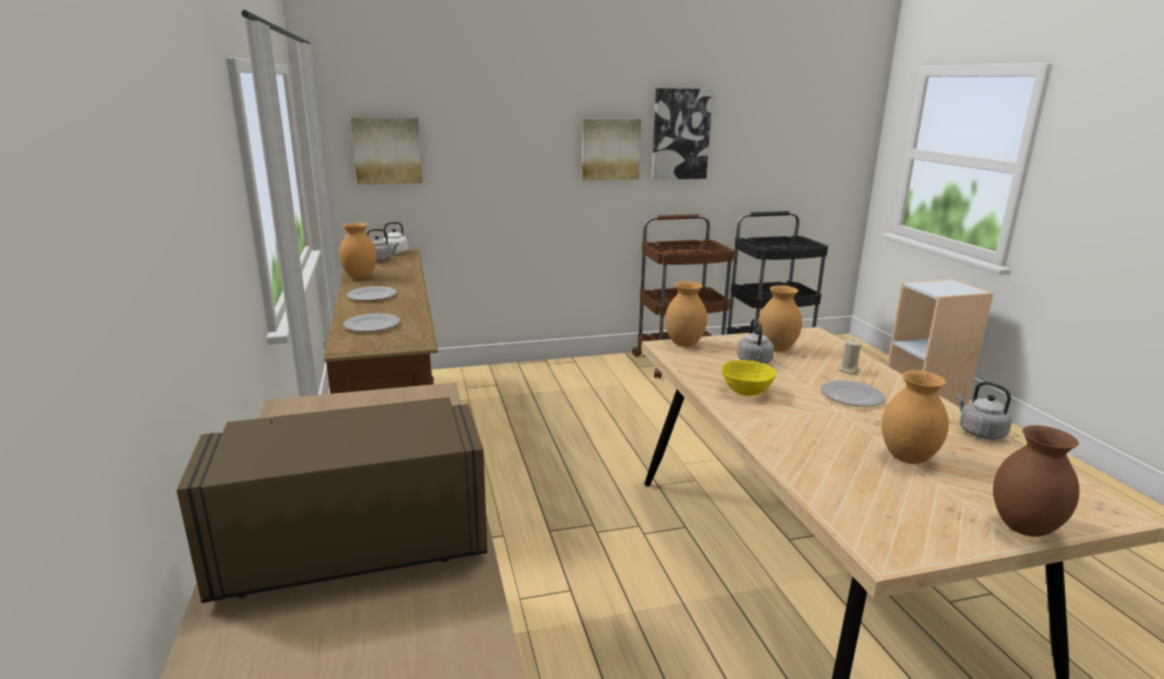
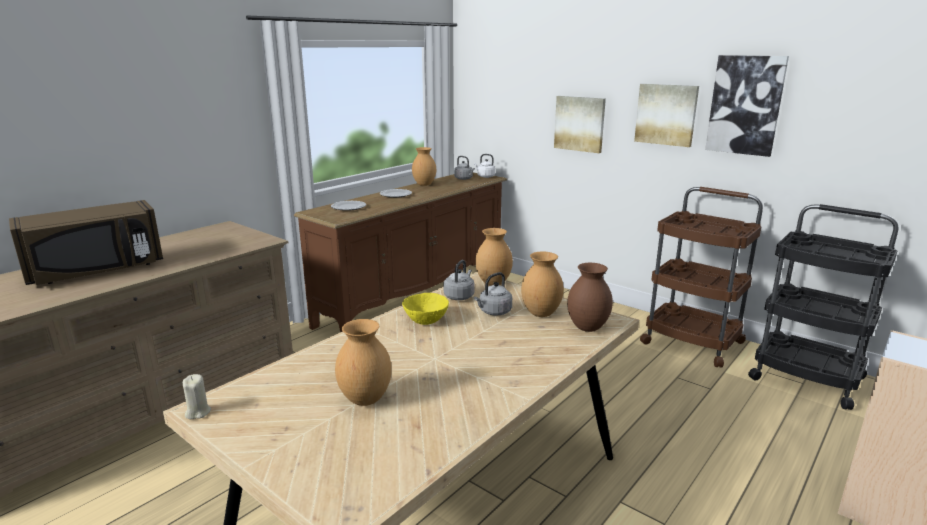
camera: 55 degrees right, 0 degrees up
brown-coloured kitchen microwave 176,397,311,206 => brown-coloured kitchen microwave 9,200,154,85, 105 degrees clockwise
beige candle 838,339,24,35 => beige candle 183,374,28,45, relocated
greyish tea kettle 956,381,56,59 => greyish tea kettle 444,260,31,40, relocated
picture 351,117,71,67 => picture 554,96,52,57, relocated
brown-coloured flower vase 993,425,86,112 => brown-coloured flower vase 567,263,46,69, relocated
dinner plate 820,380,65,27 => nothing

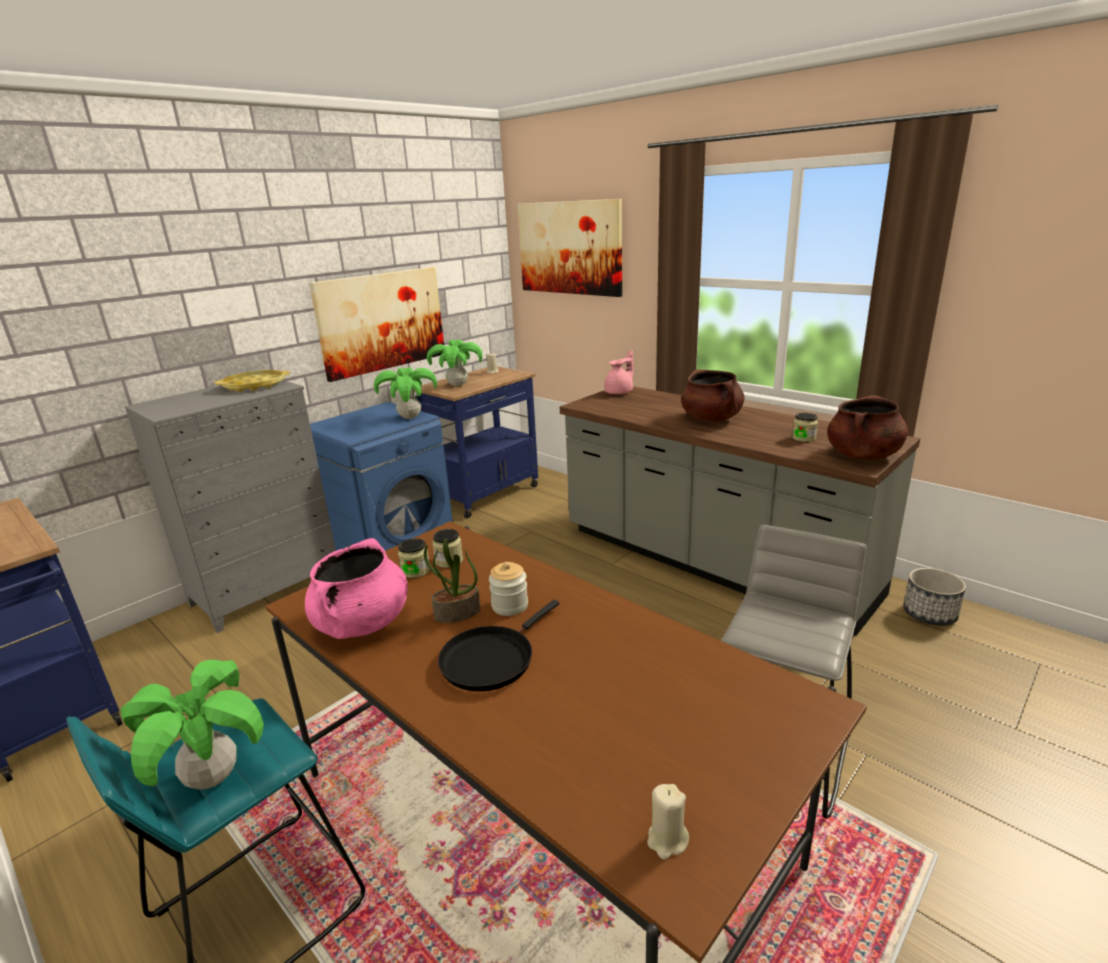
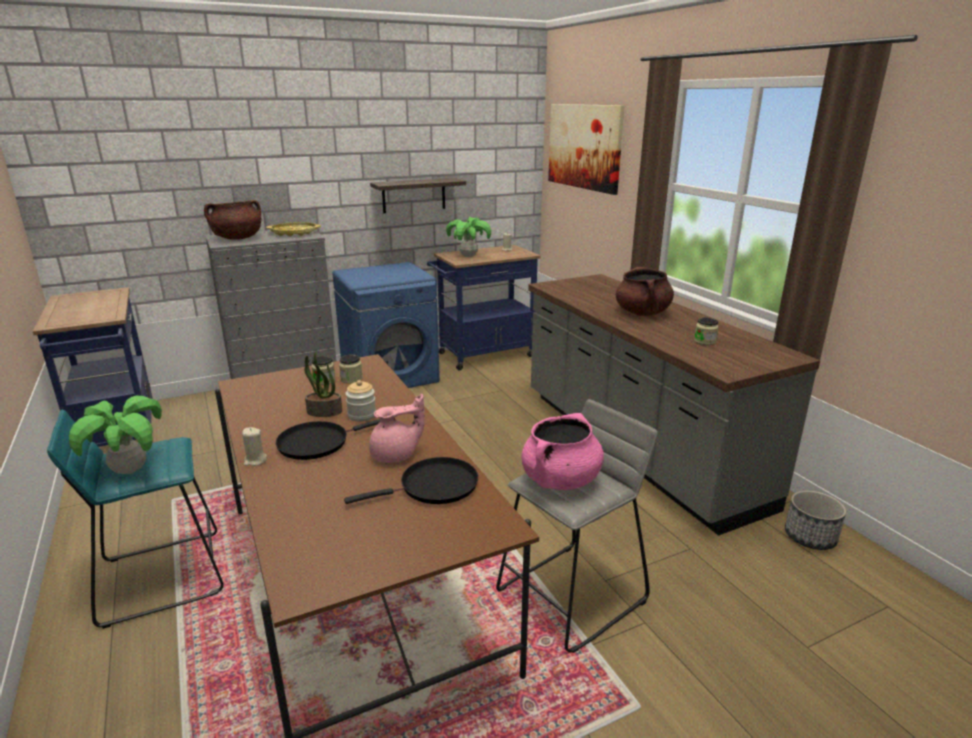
camera: 20 degrees right, 0 degrees up
brown-coloured stockpot 827,396,81,64 => brown-coloured stockpot 204,200,57,40, relocated
beige candle 647,784,42,76 => beige candle 242,427,25,39, relocated
nothing => blackish frying pan 344,457,134,47
pinkish teapot 604,350,29,44 => pinkish teapot 369,394,56,69, relocated
picture 309,267,135,115 => bracket shelf 370,178,96,35
pinkish stockpot 305,538,103,101 => pinkish stockpot 521,413,83,77, relocated
houseplant 374,367,63,52 => nothing

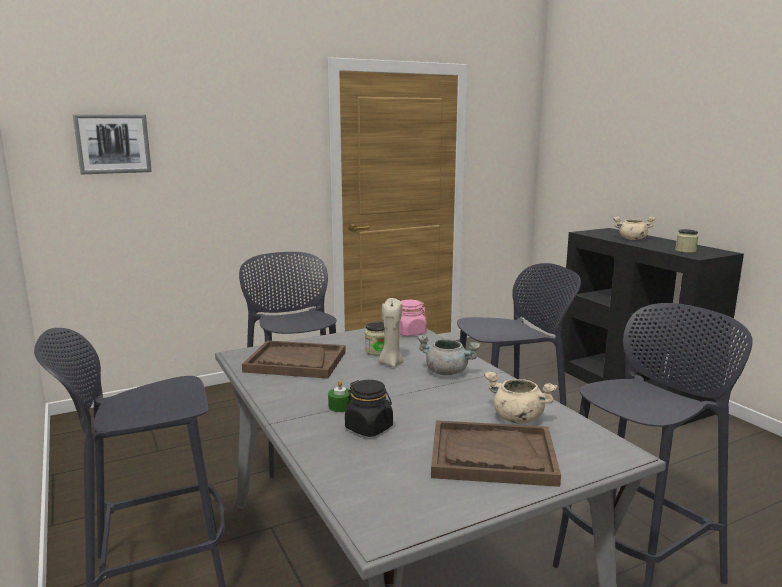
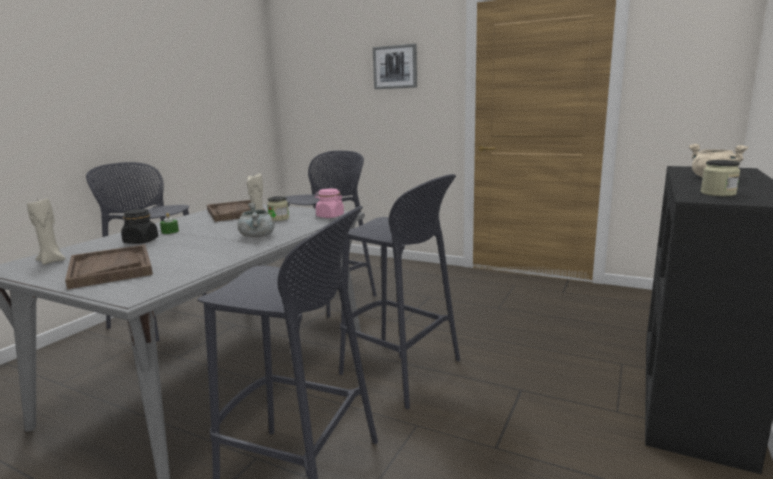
camera: 55 degrees right, 0 degrees up
nothing => beige candle 27,198,39,67
picture 73,114,79,60 => picture 373,44,44,45, relocated
beige stockpot 484,371,73,53 => nothing

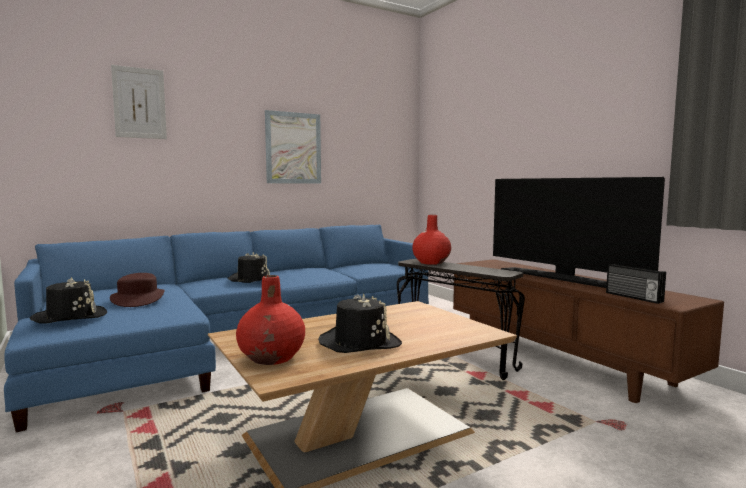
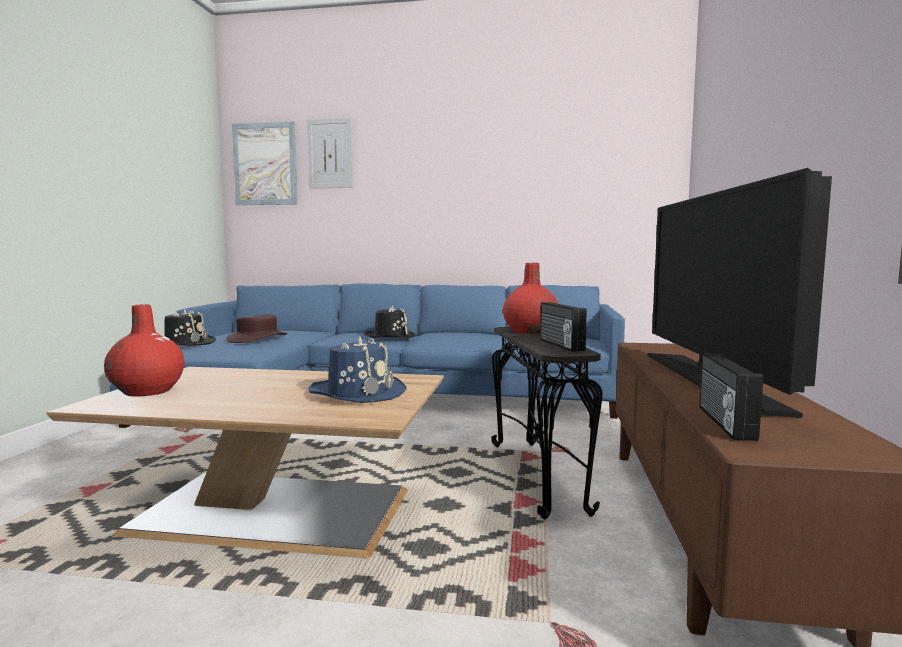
camera: 40 degrees right, 0 degrees up
picture 265,110,56,73 => picture 232,121,66,84, relocated
nothing => blue-coloured wearable hat 308,336,99,67
nothing => radio receiver 540,302,47,50
blackish wearable hat 318,294,84,59 => nothing

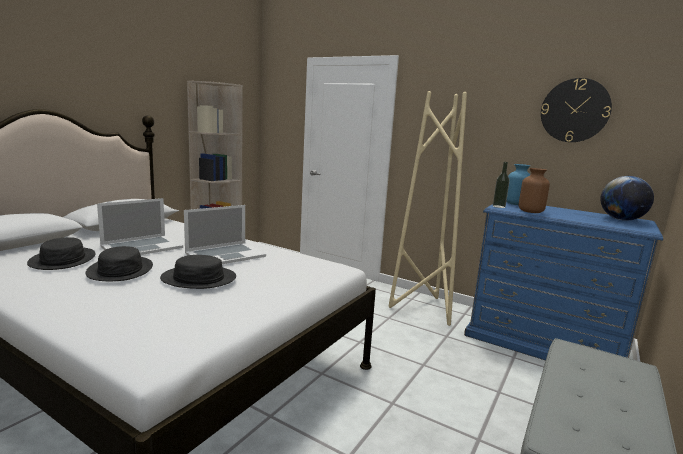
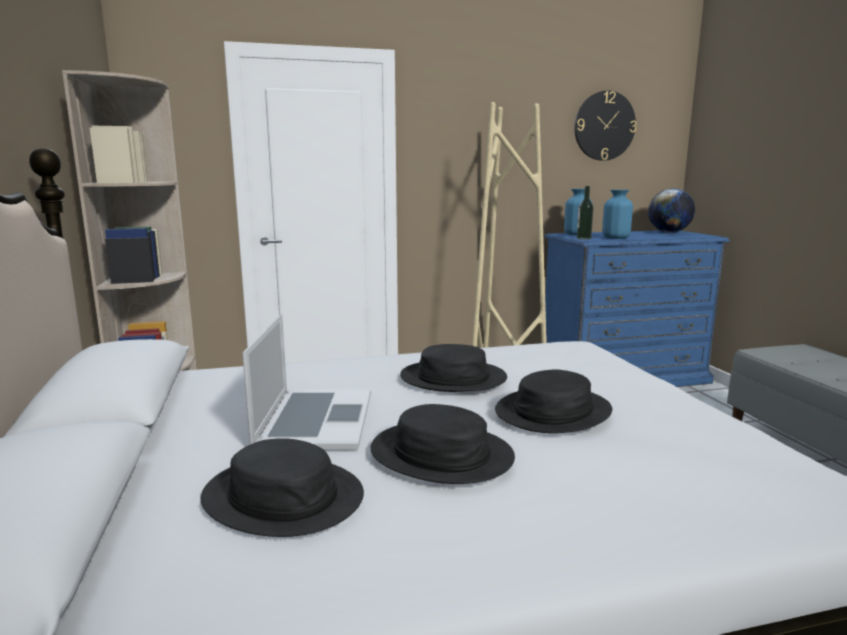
camera: 45 degrees left, 0 degrees up
notebook computer 184,205,82,59 => blackish wearable hat 400,344,107,48
brown-coloured flower vase 519,168,31,45 => blue-coloured flower vase 602,190,31,49

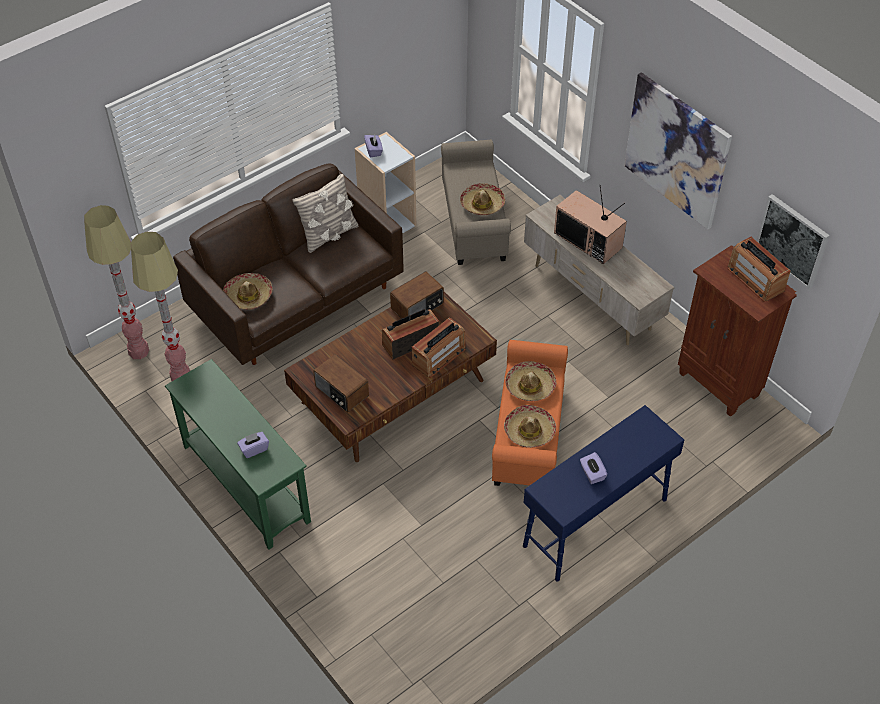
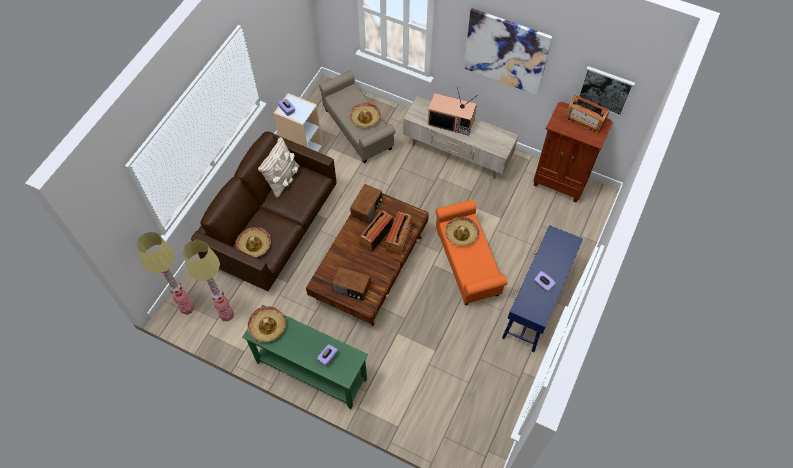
camera: 25 degrees left, 10 degrees up
wearable hat 504,405,52,43 => wearable hat 248,306,38,36, relocated

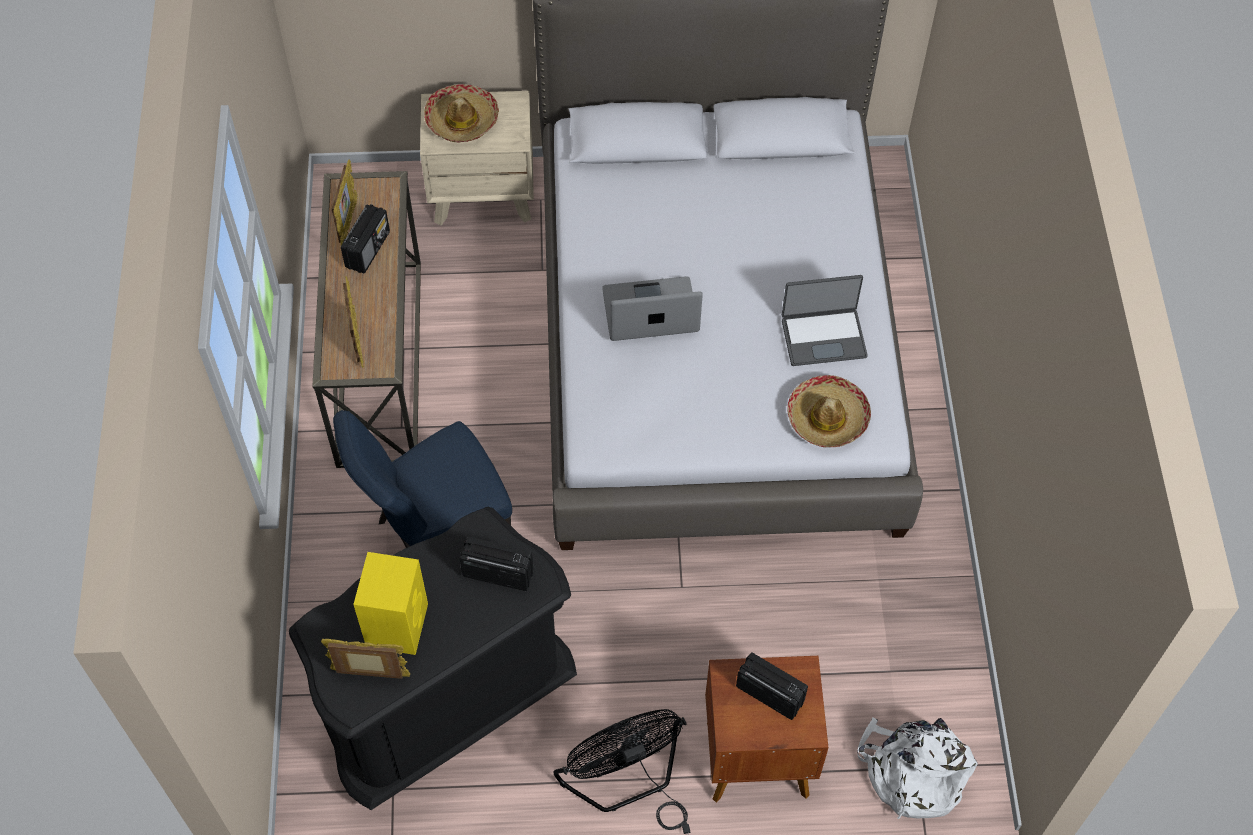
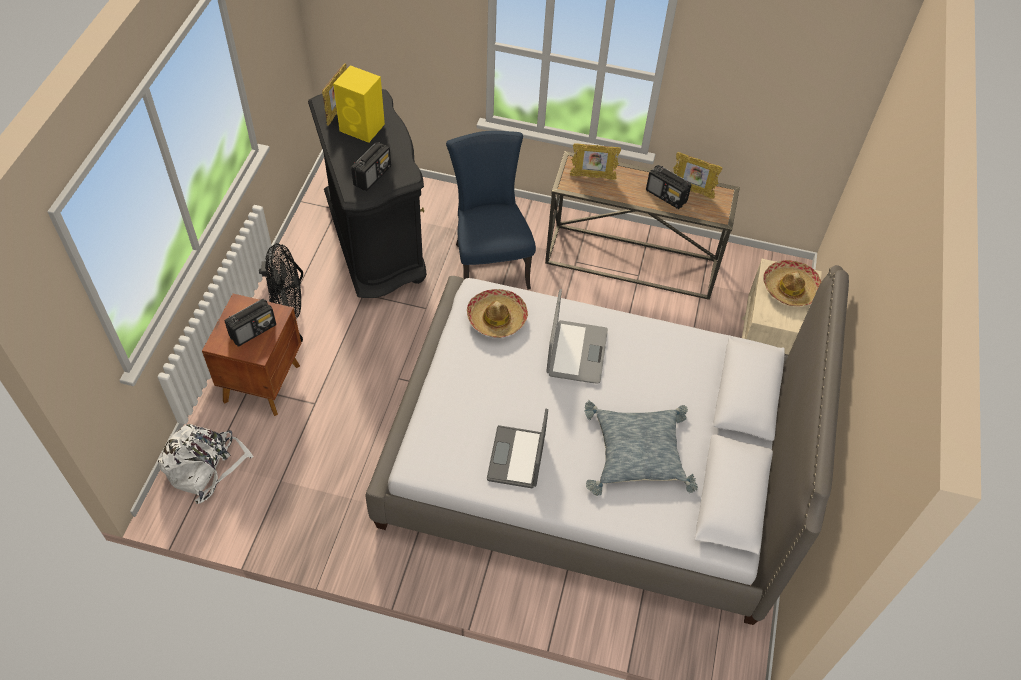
camera: 105 degrees right, 5 degrees down
wearable hat 787,375,84,73 => wearable hat 467,289,61,49, relocated
nothing => throw pillow 584,400,114,96

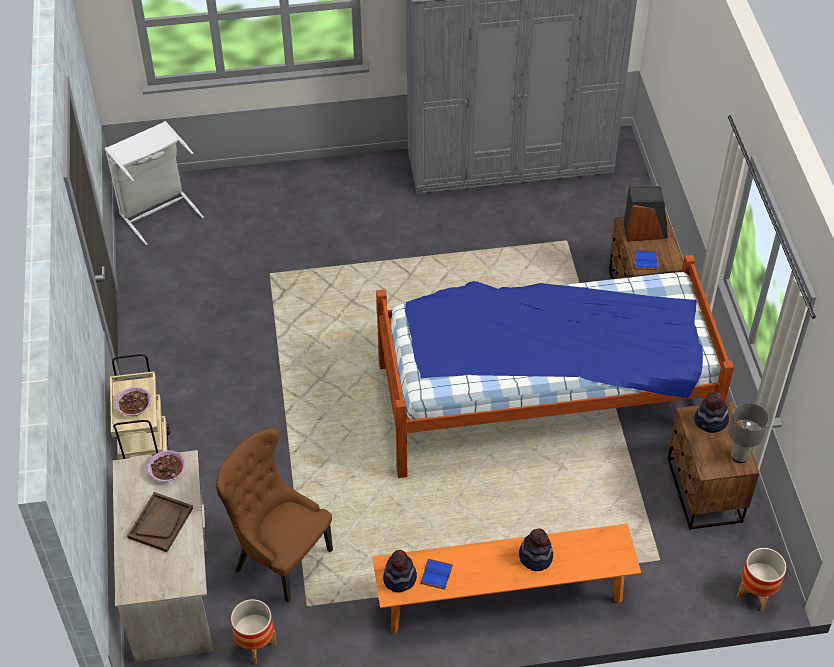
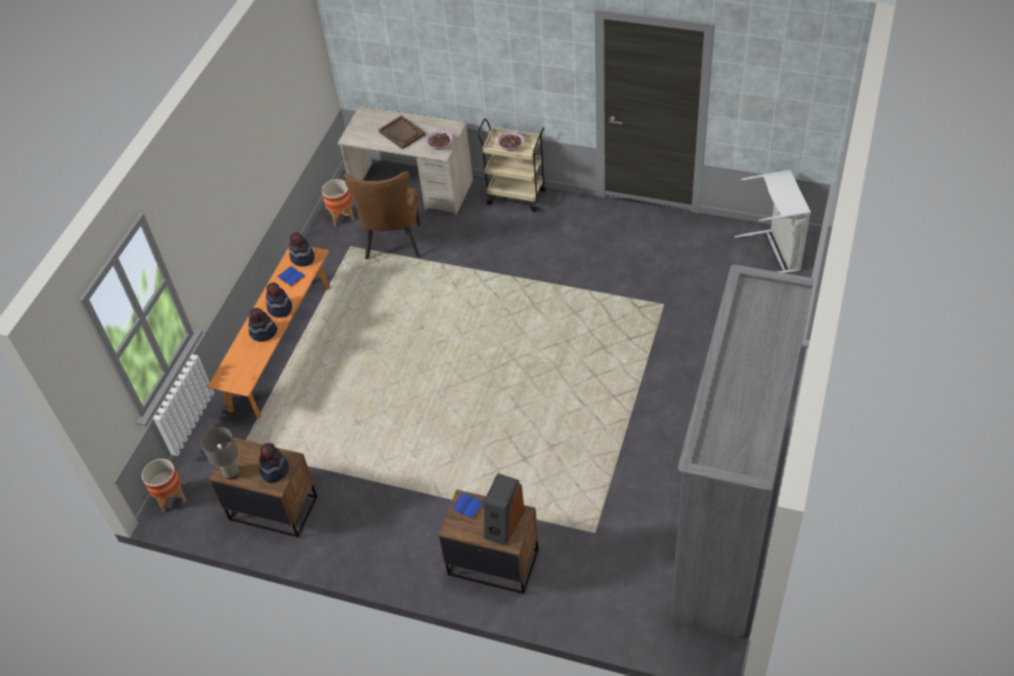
camera: 120 degrees right, 0 degrees up
nothing => wearable hat 266,282,26,36
brown-coloured chair 216,428,117,175 => brown-coloured chair 343,171,78,89, 120 degrees clockwise
bed 376,255,358,223 => nothing

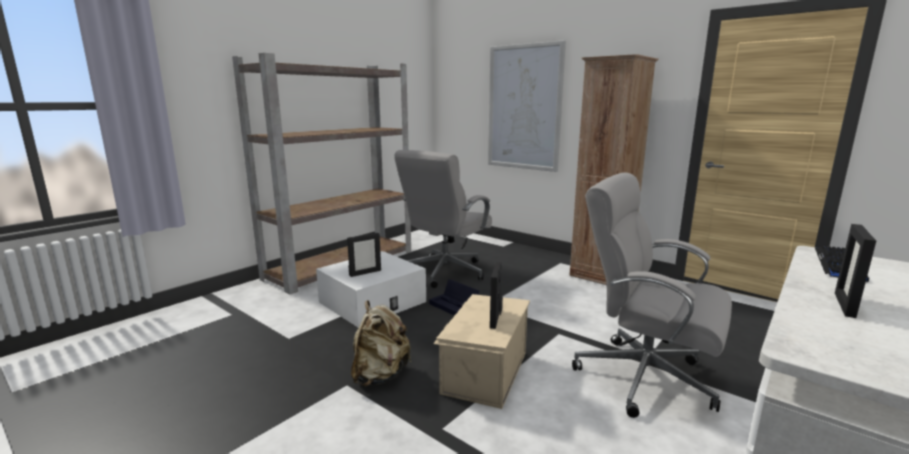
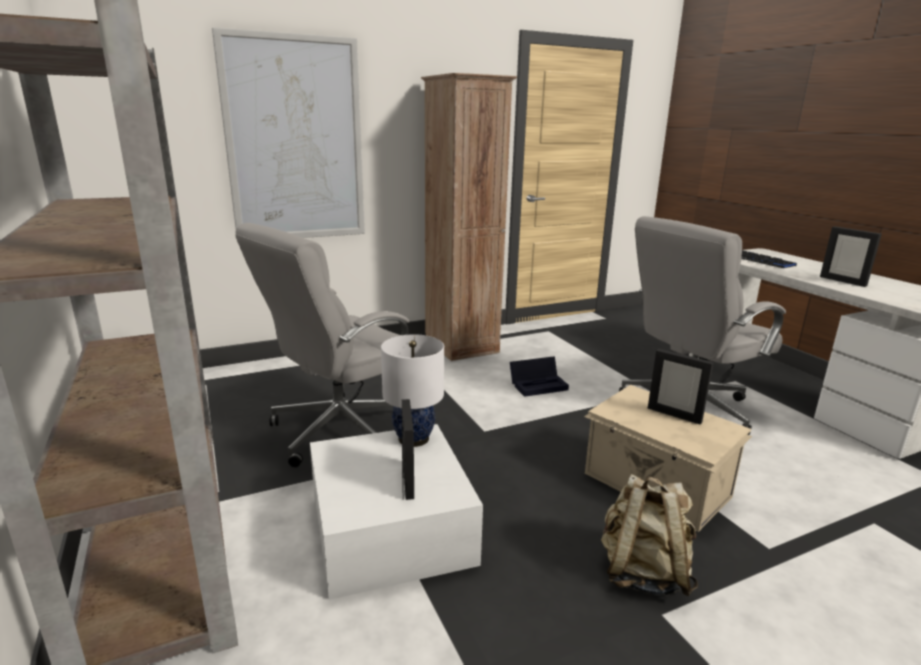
camera: 65 degrees left, 5 degrees up
greyish computer chair 394,150,98,138 => greyish computer chair 235,223,174,244, 75 degrees clockwise
nothing => white lamp for a table 381,334,63,113
blackish storage bin 429,279,50,37 => blackish storage bin 510,356,59,41, relocated

